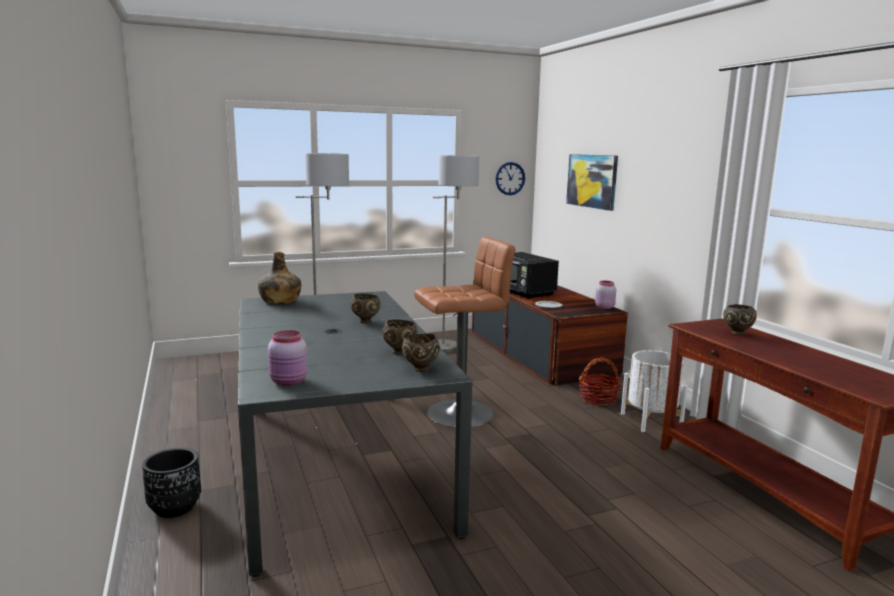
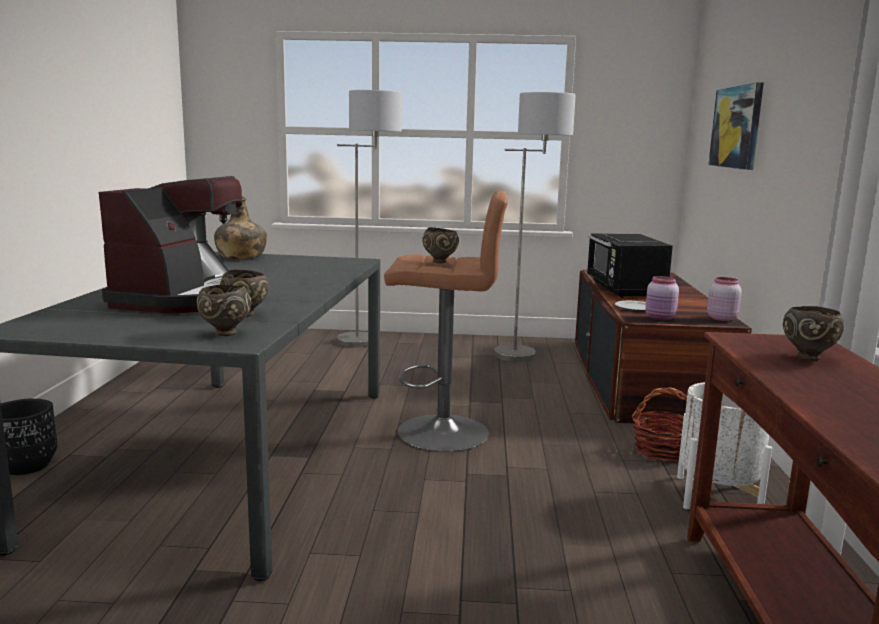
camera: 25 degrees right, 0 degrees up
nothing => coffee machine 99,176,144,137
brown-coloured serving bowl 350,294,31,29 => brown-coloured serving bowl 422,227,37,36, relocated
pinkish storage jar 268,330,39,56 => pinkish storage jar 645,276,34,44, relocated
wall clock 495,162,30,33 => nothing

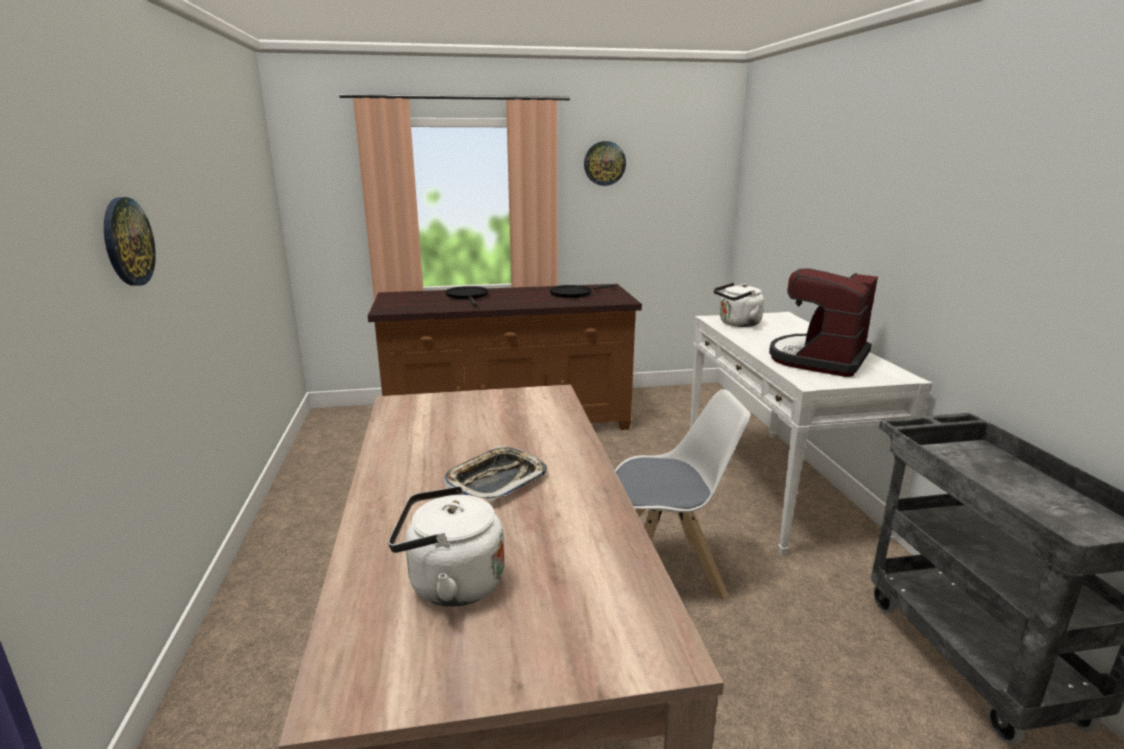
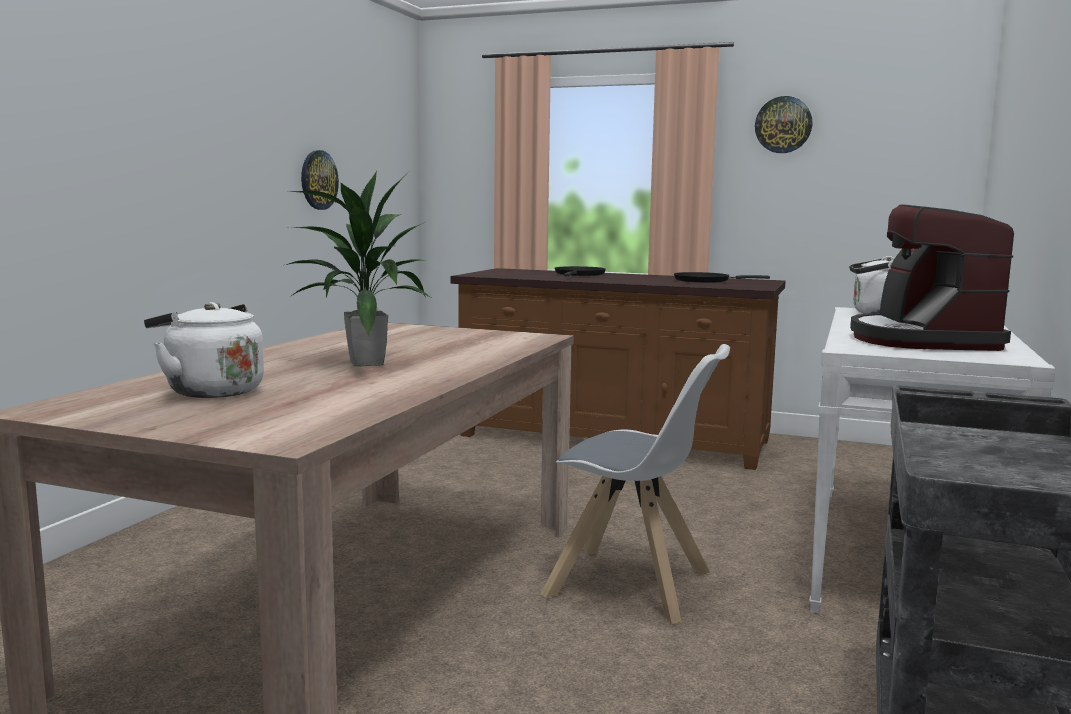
camera: 30 degrees right, 10 degrees down
serving tray 443,446,104,56 => houseplant 286,171,145,196
wall clock 104,197,52,89 => wall clock 301,150,38,60, relocated
coffee machine 769,268,109,109 => coffee machine 850,205,164,146, 60 degrees counterclockwise

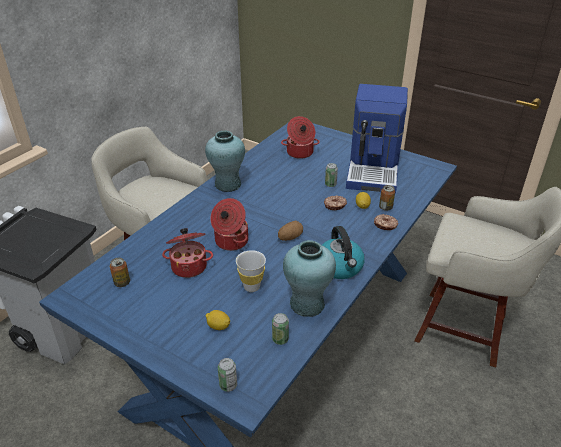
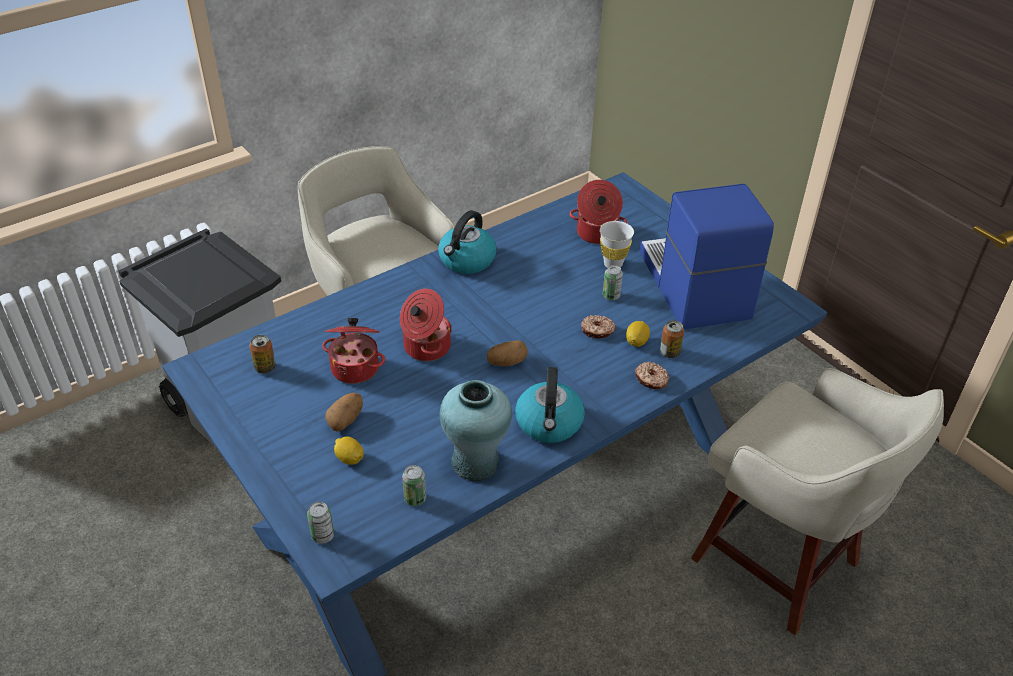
camera: 20 degrees right, 5 degrees up
nothing => spud 325,392,38,40
blue-green flower vase 205,131,40,61 => tea kettle 438,210,59,64
white cup 236,250,30,42 => white cup 600,221,34,47, relocated
coffee machine 346,84,62,110 => coffee machine 639,184,135,145, 135 degrees clockwise

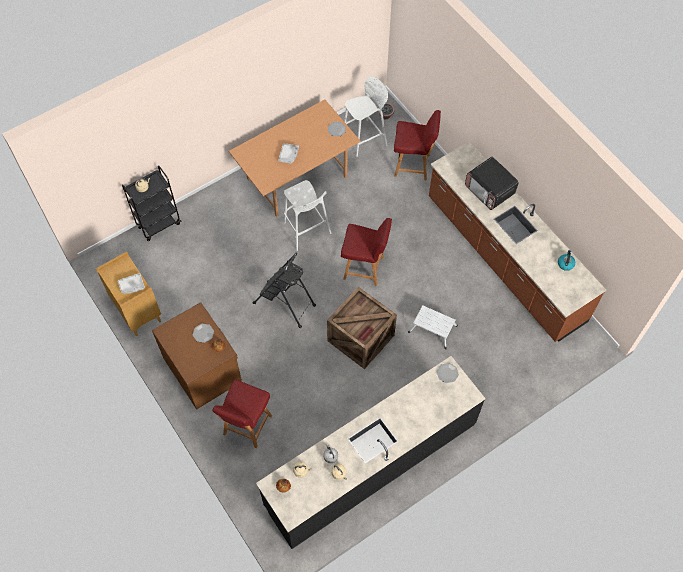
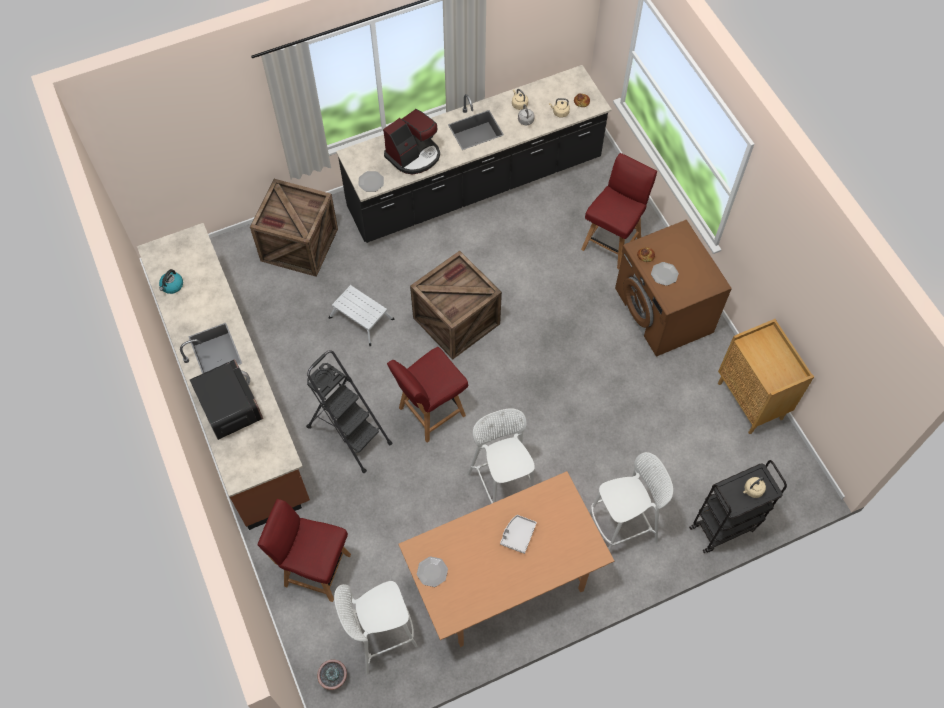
camera: 170 degrees left, 0 degrees up
nothing => packing crate 250,179,88,98
step ladder 253,253,63,75 => step ladder 306,350,87,123, relocated
nothing => coffee machine 383,109,57,66
red-coloured chair 341,218,51,68 => red-coloured chair 387,347,81,95, 60 degrees counterclockwise
nothing => white sitting stool 589,452,84,99
greyish serving tray 118,273,27,21 => nothing

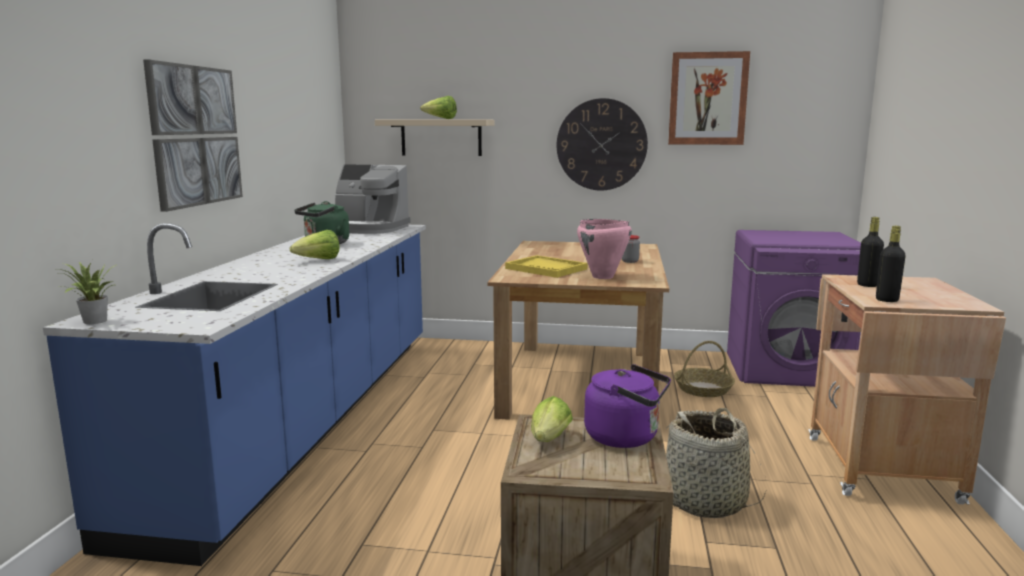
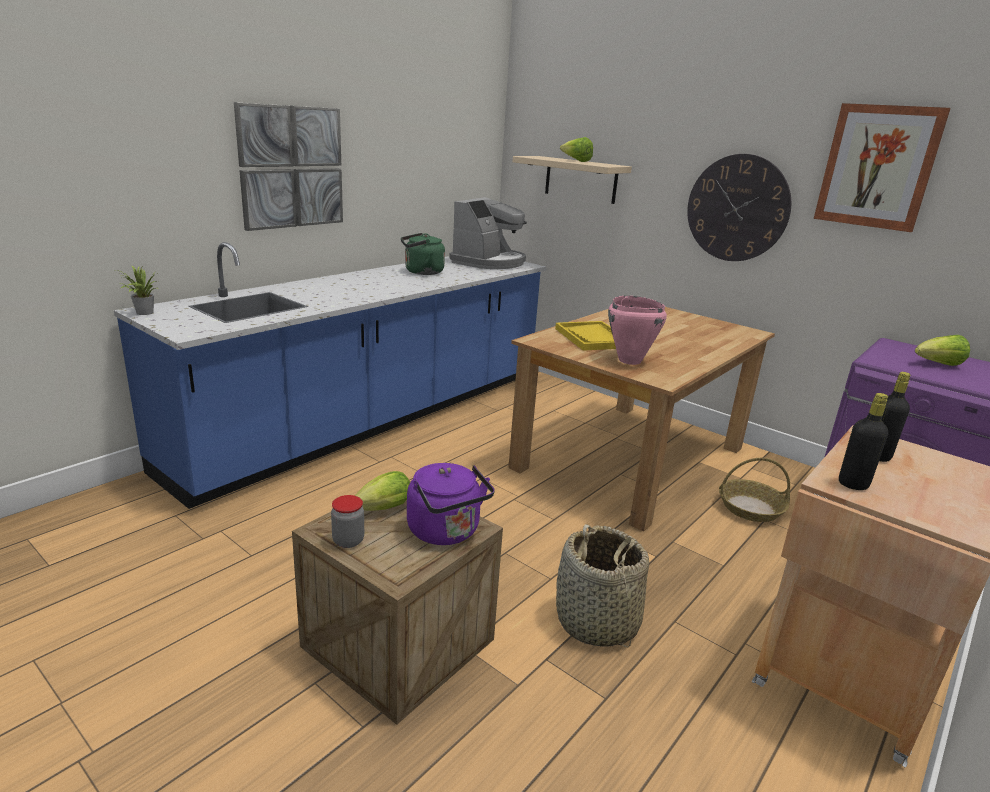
camera: 30 degrees right, 10 degrees up
storage jar 622,235,18,28 => storage jar 331,495,33,53, relocated
coffee machine 335,164,76,70 => coffee machine 449,197,78,72, 105 degrees counterclockwise
lettuce 290,230,50,29 => lettuce 915,335,55,31, relocated

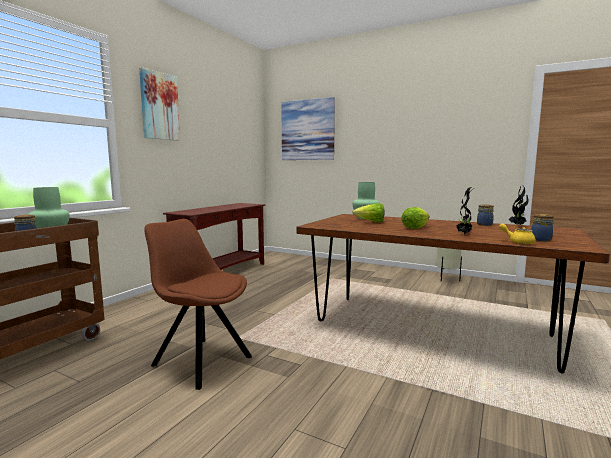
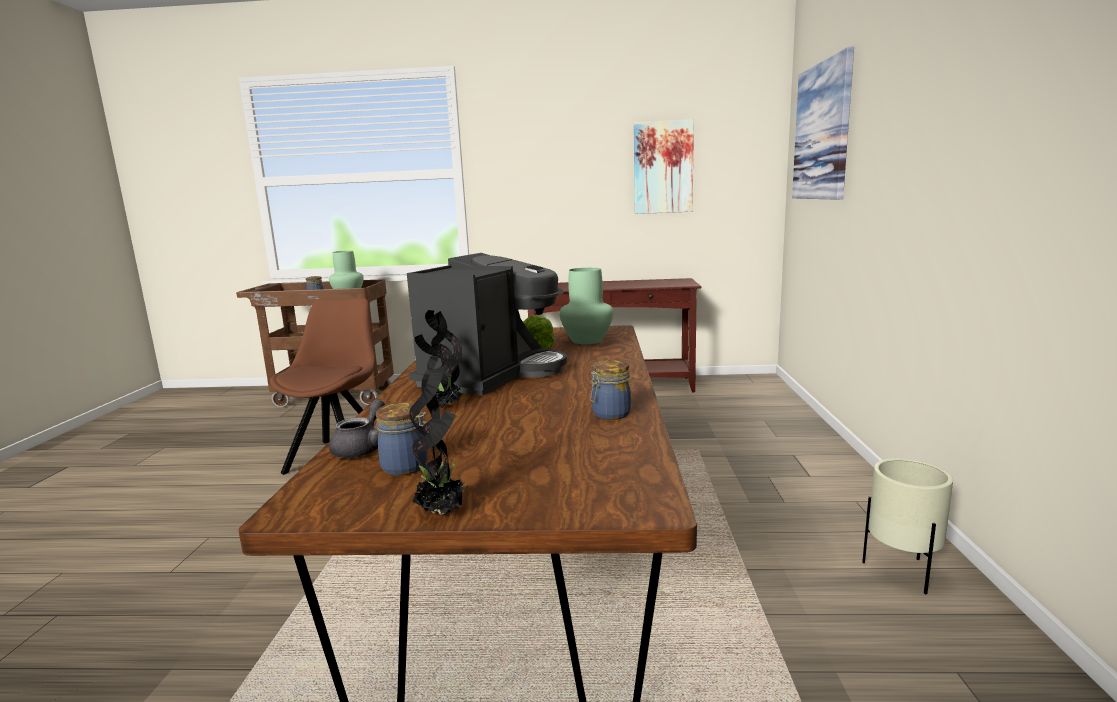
camera: 65 degrees right, 5 degrees up
yellow-coloured teapot 499,223,37,21 => greyish teapot 329,399,56,59
lettuce 401,207,28,22 => coffee machine 407,253,160,143
houseplant 508,185,21,41 => houseplant 409,366,59,149, relocated
picture 139,67,41,74 => picture 634,119,60,95, relocated

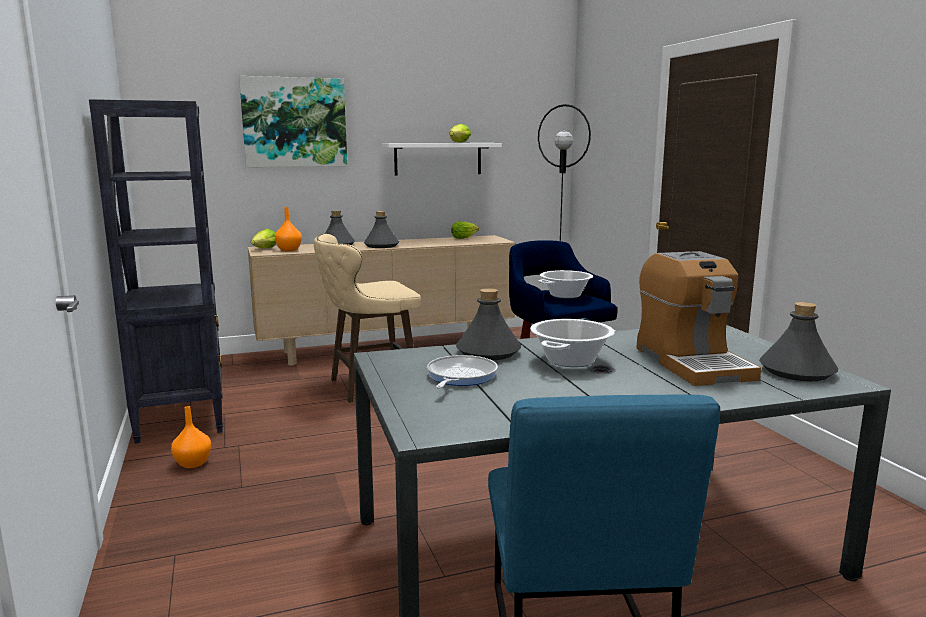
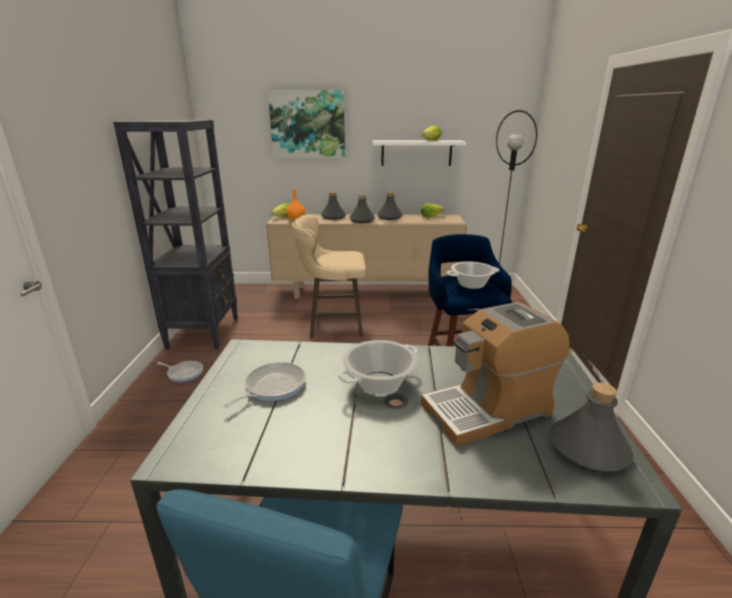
camera: 20 degrees right, 10 degrees up
orange flower vase 171,406,40,62 => frying pan 157,361,46,21
greyish drink bottle 456,288,65,72 => greyish drink bottle 377,192,25,28, relocated
coffee machine 636,251,125,135 => coffee machine 421,302,148,144, 60 degrees clockwise

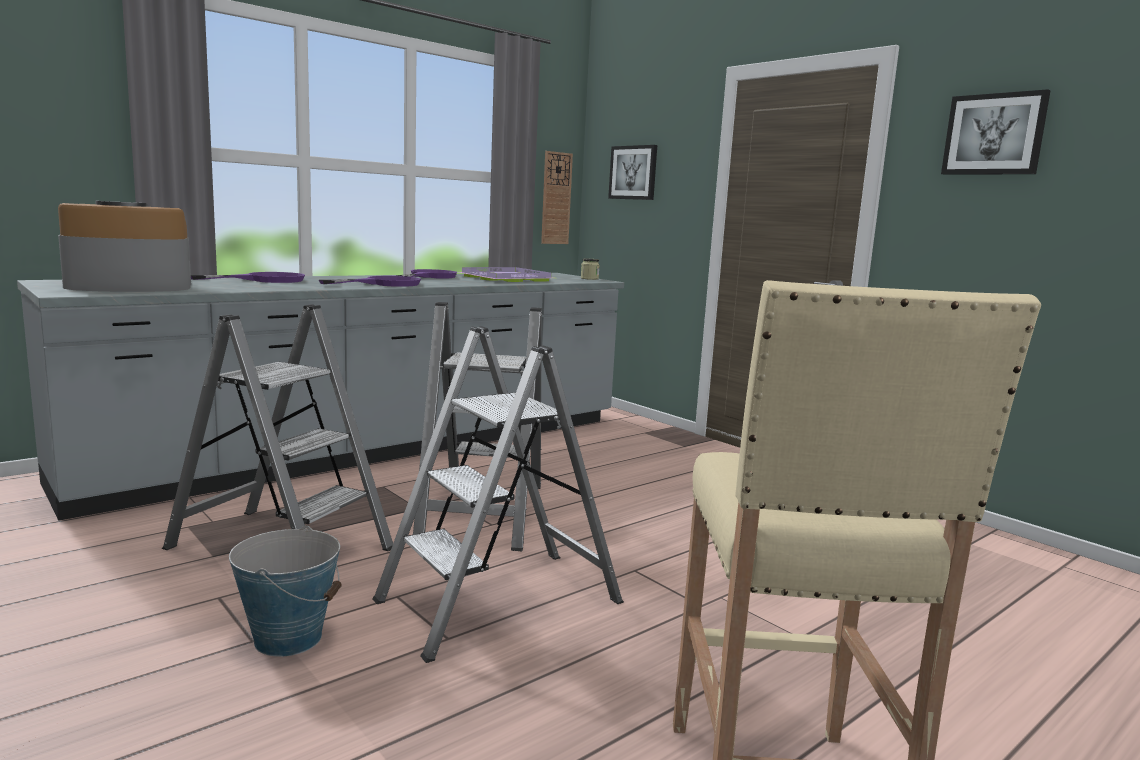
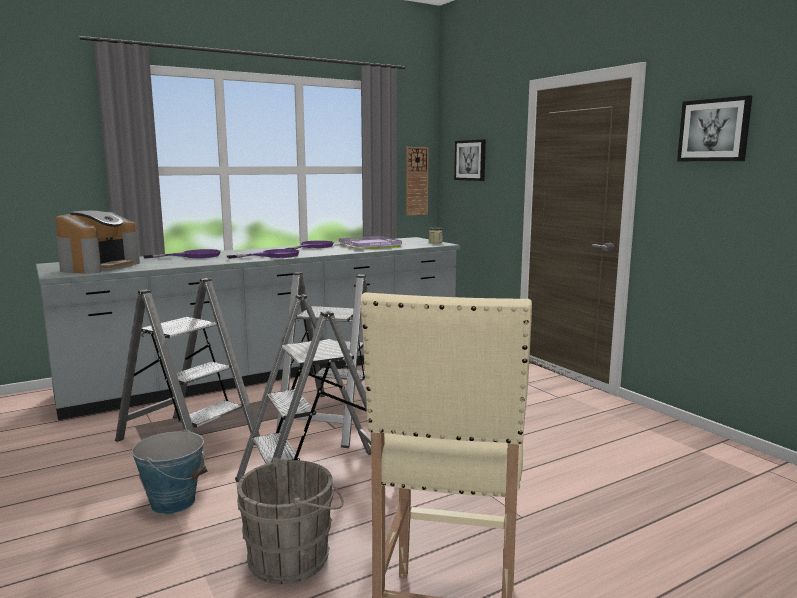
camera: 10 degrees right, 0 degrees up
coffee machine 58,201,133,91 => coffee machine 55,211,85,63, 120 degrees clockwise
nothing => greyish bucket 237,457,107,127

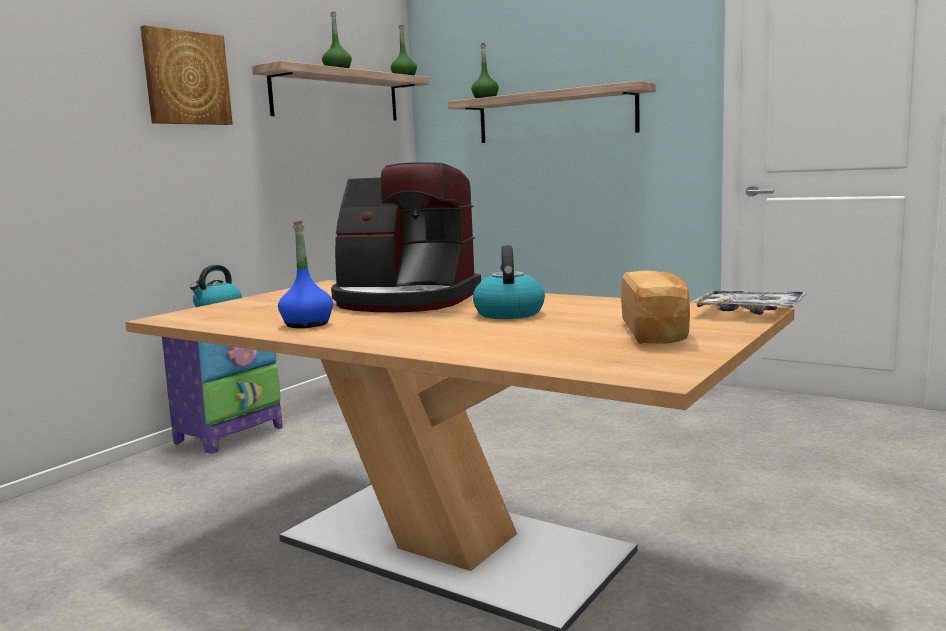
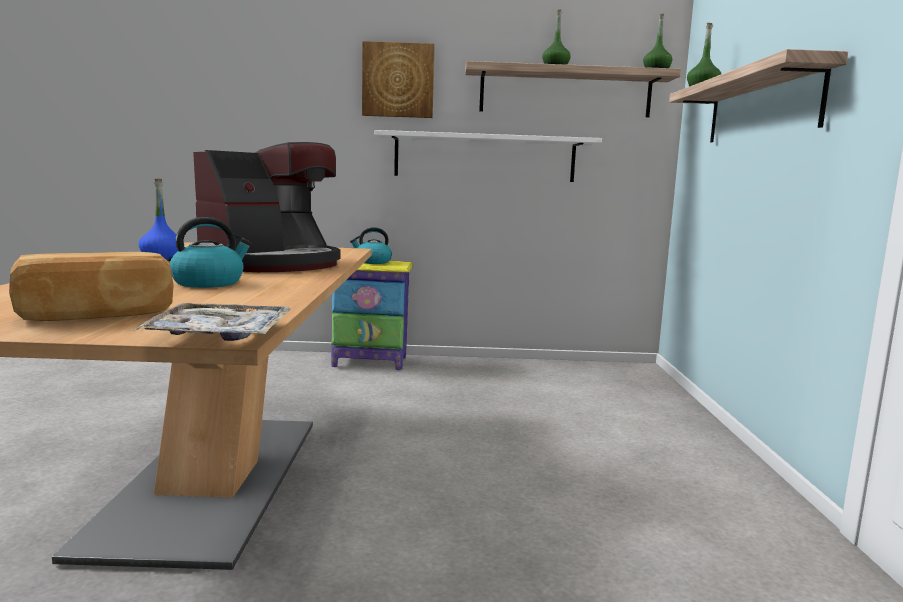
camera: 55 degrees right, 0 degrees up
coffee machine 331,162,150,150 => coffee machine 193,142,147,130, 120 degrees counterclockwise
nothing => white bracket shelf 374,130,228,52

